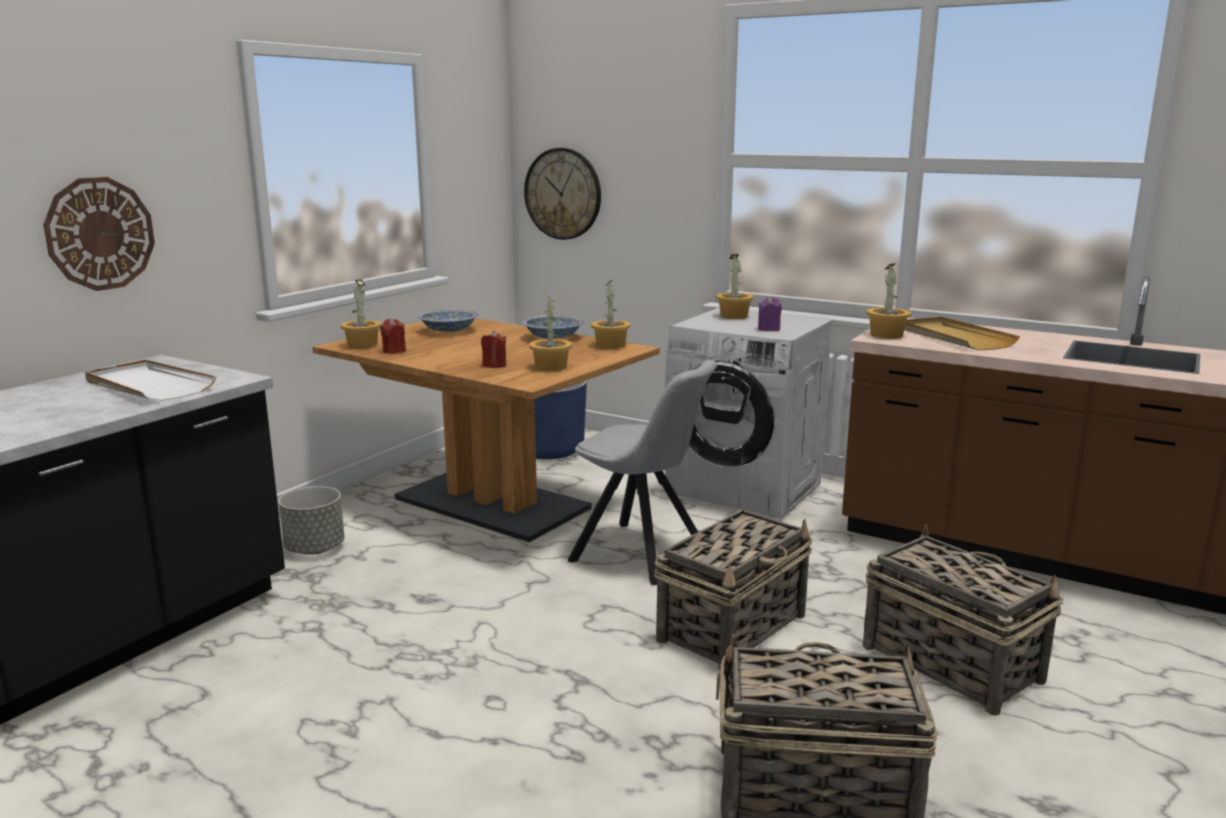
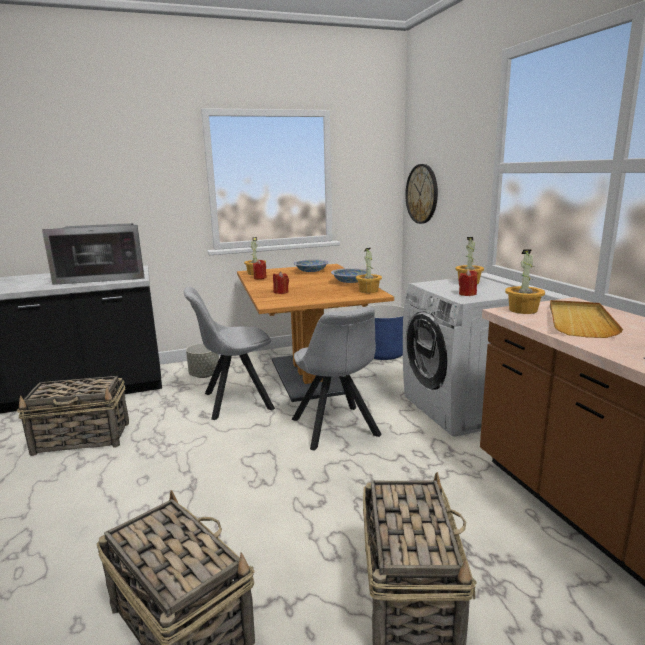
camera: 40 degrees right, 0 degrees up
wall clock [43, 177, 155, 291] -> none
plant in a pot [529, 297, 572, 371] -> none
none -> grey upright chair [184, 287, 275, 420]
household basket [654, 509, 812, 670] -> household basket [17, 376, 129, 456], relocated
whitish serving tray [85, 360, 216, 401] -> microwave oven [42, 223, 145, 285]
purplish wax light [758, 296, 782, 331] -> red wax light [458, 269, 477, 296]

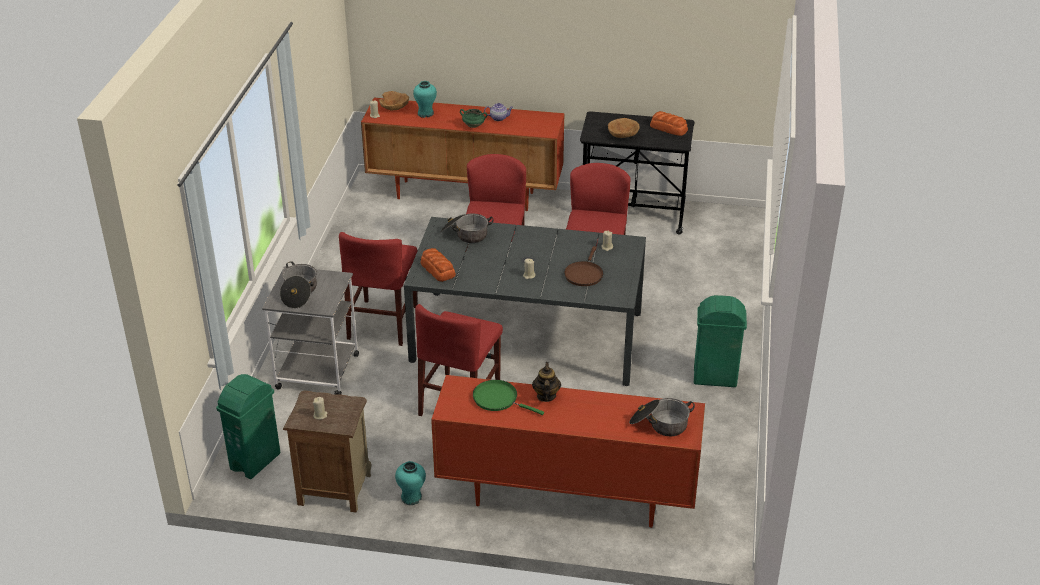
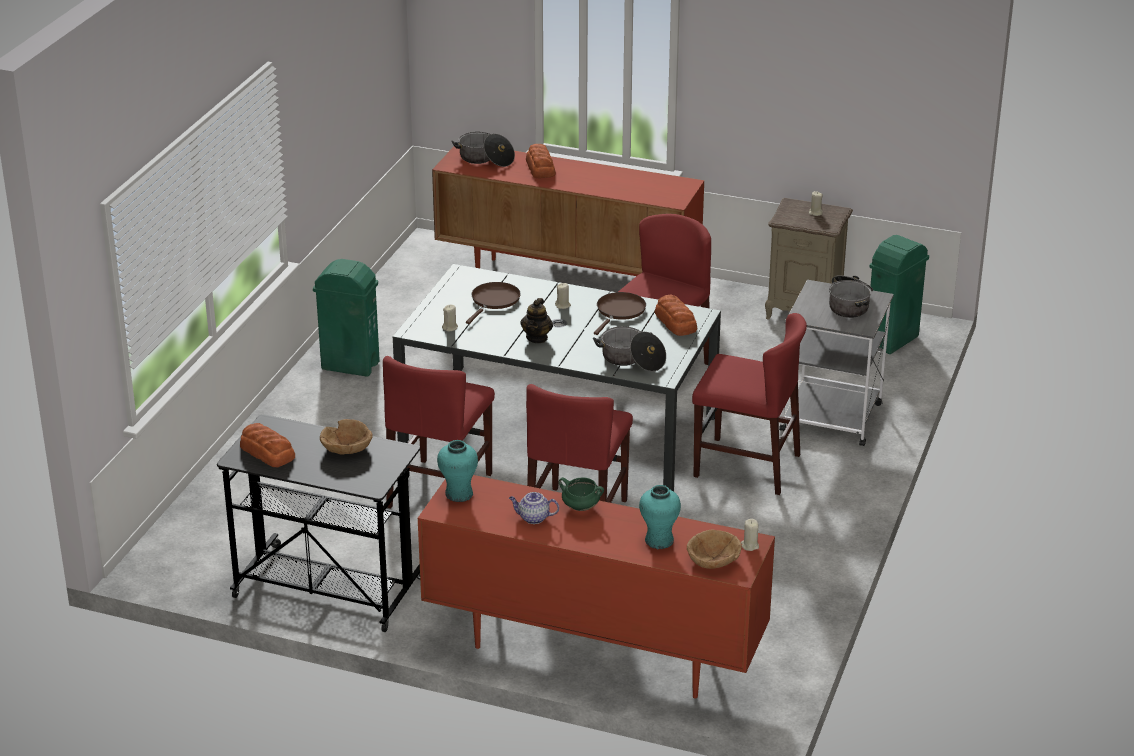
camera: 170 degrees left, 5 degrees down
green-coloured frying pan [473, 380, 544, 415] -> none
none -> bakery bread [526, 144, 556, 178]
none -> brownish frying pan [594, 292, 646, 335]
turquoise decorative vase [395, 461, 426, 505] -> turquoise decorative vase [437, 440, 478, 502], relocated
tea pot [532, 362, 561, 402] -> tea pot [520, 298, 553, 343], relocated
red upright chair [339, 232, 418, 346] -> red upright chair [692, 313, 807, 495], 90 degrees clockwise

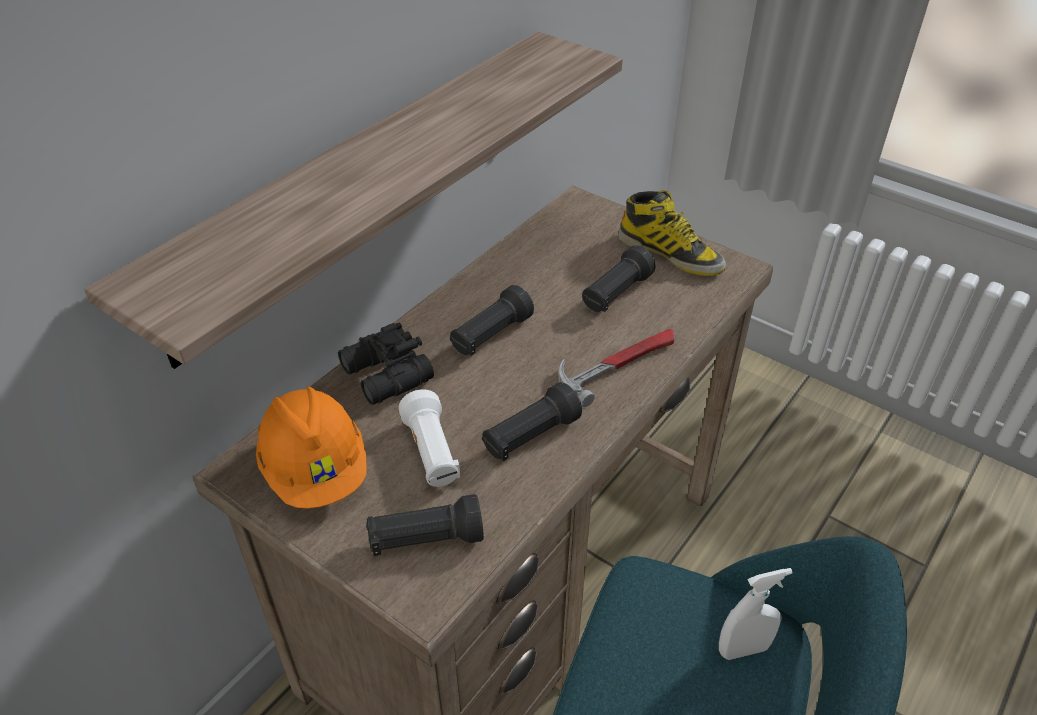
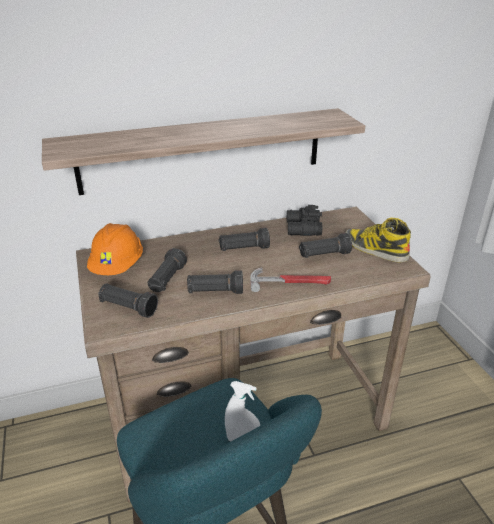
camera: 35 degrees right, 10 degrees down
black pair of binoculars [338, 322, 434, 405] -> black pair of binoculars [287, 205, 322, 236], relocated
whitish hand torch [398, 389, 460, 487] -> black hand torch [148, 248, 187, 292]
high-top boot [618, 190, 726, 276] -> high-top boot [345, 218, 411, 262], 150 degrees clockwise

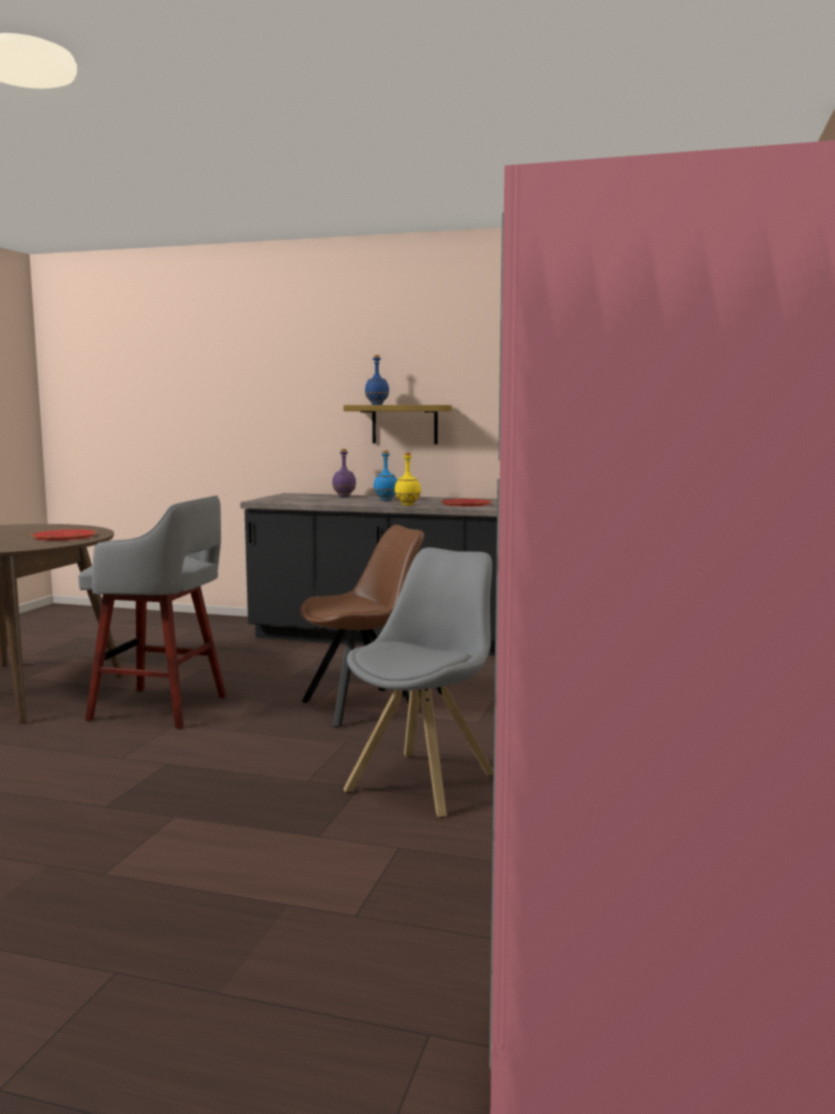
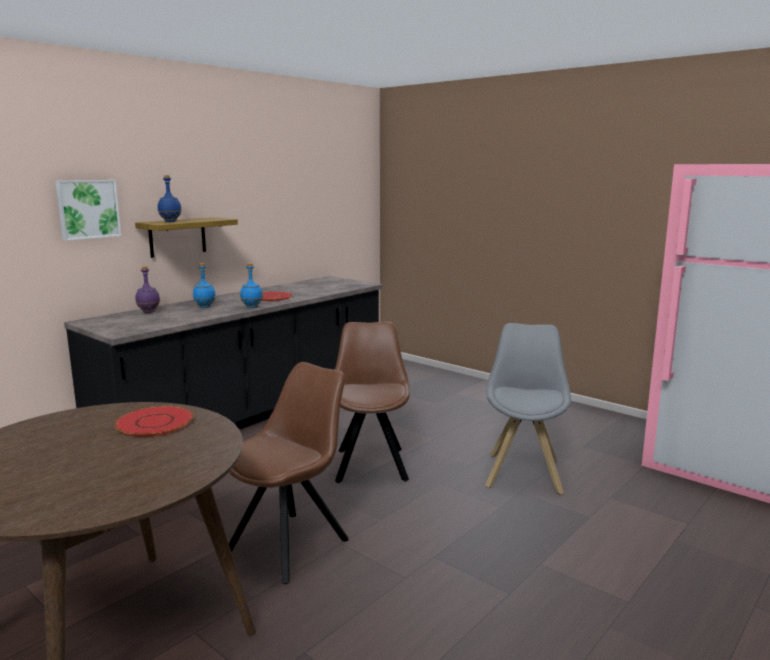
camera: 65 degrees left, 5 degrees up
none -> wall art [55, 180, 121, 241]
grey stool seat [78, 495, 226, 729] -> brownish upright chair [228, 362, 349, 584]
yellow-coloured drink bottle [395, 453, 421, 506] -> blue drink bottle [240, 263, 263, 308]
grey upright chair [343, 547, 493, 818] -> grey upright chair [485, 323, 571, 495], 45 degrees clockwise

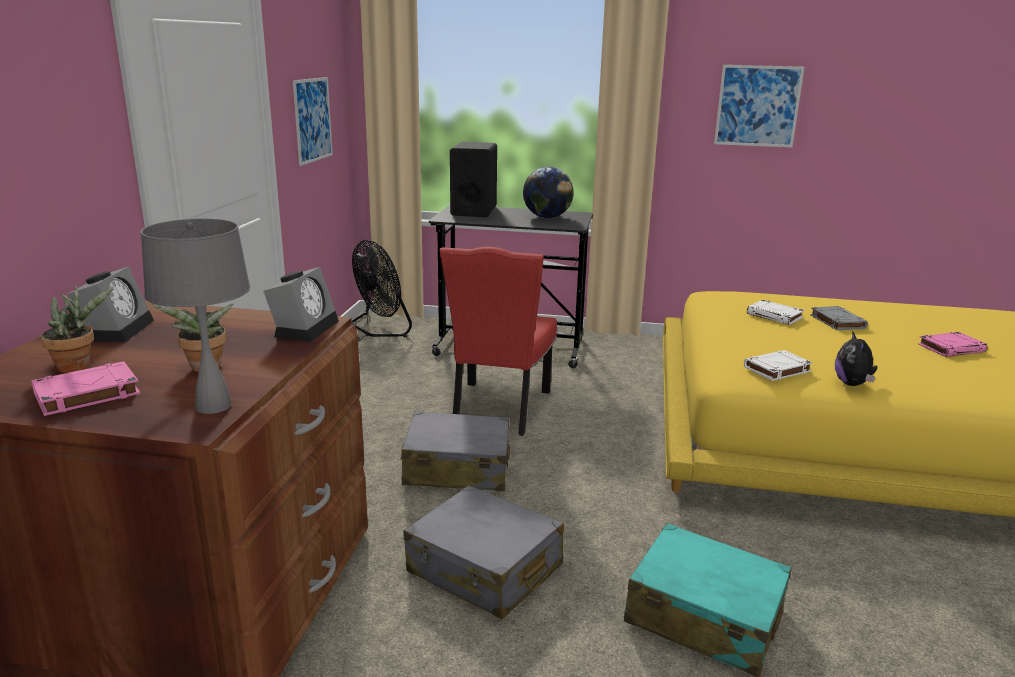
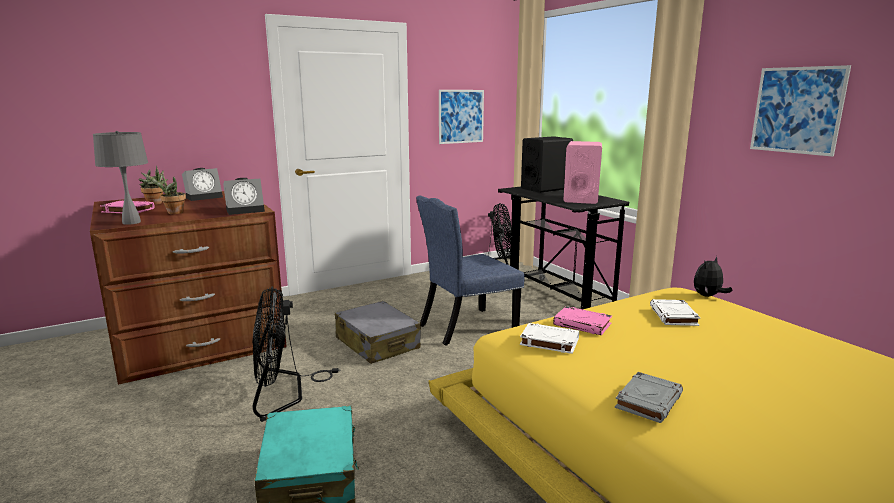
camera: 50 degrees right, 5 degrees down
grey volume [810, 306, 868, 331] -> grey volume [615, 372, 683, 423], relocated
plush toy [835, 330, 877, 386] -> plush toy [694, 256, 733, 297], relocated
pink-coloured volume [918, 332, 987, 357] -> pink-coloured volume [553, 306, 612, 335], relocated
grey travel case [403, 485, 564, 619] -> black cooling fan [253, 286, 340, 422]
world globe [523, 167, 574, 218] -> pink-coloured audio speaker [564, 141, 602, 204]
red upright chair [439, 247, 557, 436] -> blue upright chair [416, 196, 525, 346]

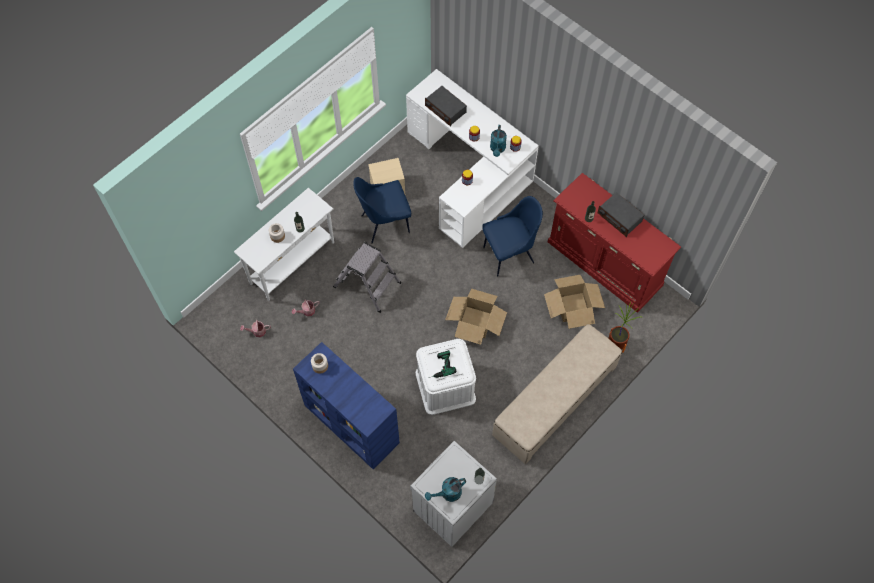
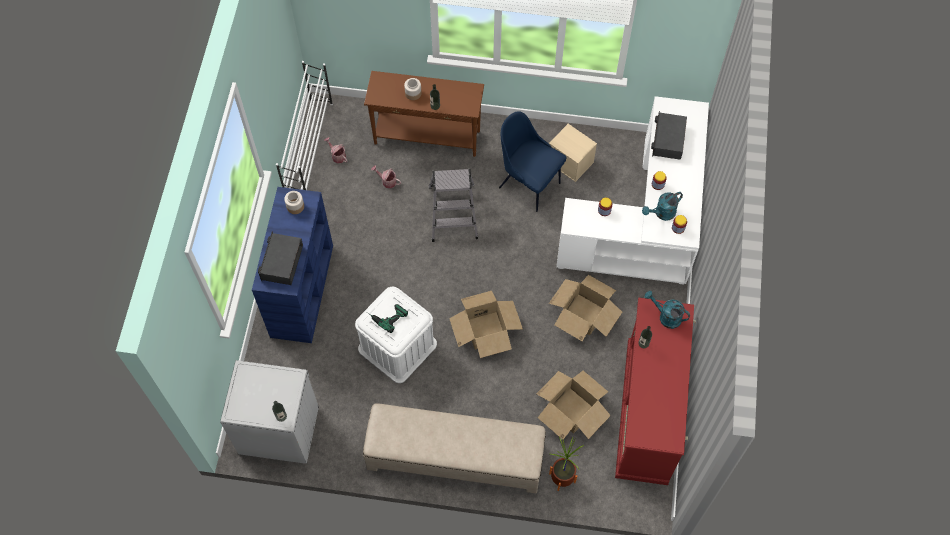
camera: 55 degrees right, 0 degrees up
none -> whitish shoe shelf [276, 61, 333, 190]
turquoise watering pot [425, 477, 466, 502] -> turquoise watering pot [645, 291, 690, 329], relocated
radio receiver [597, 192, 644, 237] -> radio receiver [258, 232, 303, 285], relocated
blue upright chair [482, 196, 543, 277] -> cardboard box [549, 275, 622, 341]
whitish hall table [234, 188, 334, 301] -> brownish hall table [364, 71, 484, 157]

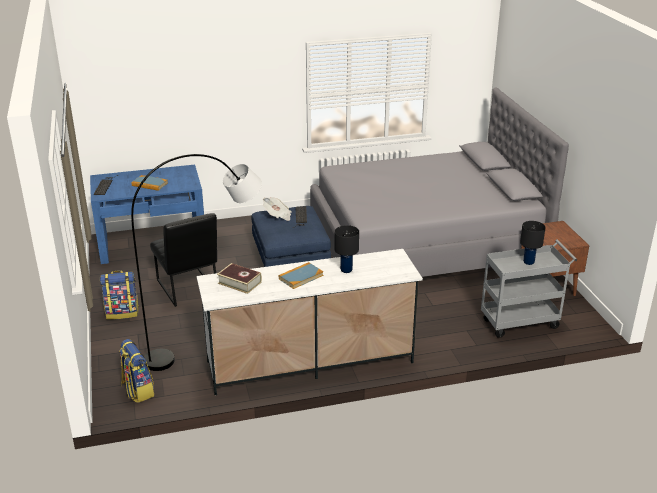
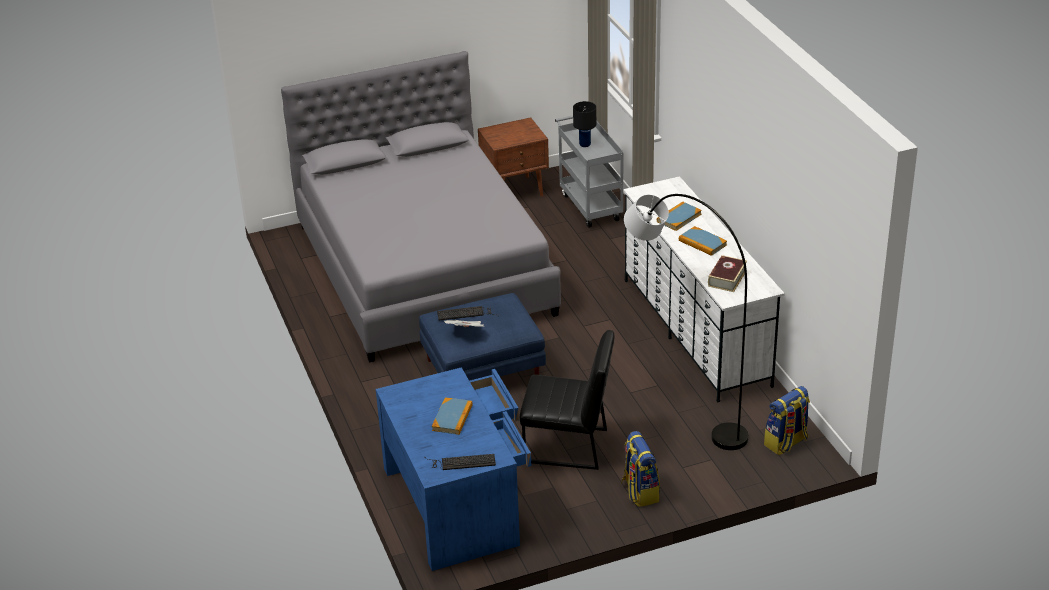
camera: 95 degrees left, 5 degrees up
black lamp for a table [335, 225, 359, 273] -> volume [657, 201, 702, 231]
black upright chair [150, 213, 217, 307] -> black upright chair [520, 330, 614, 470], 45 degrees clockwise

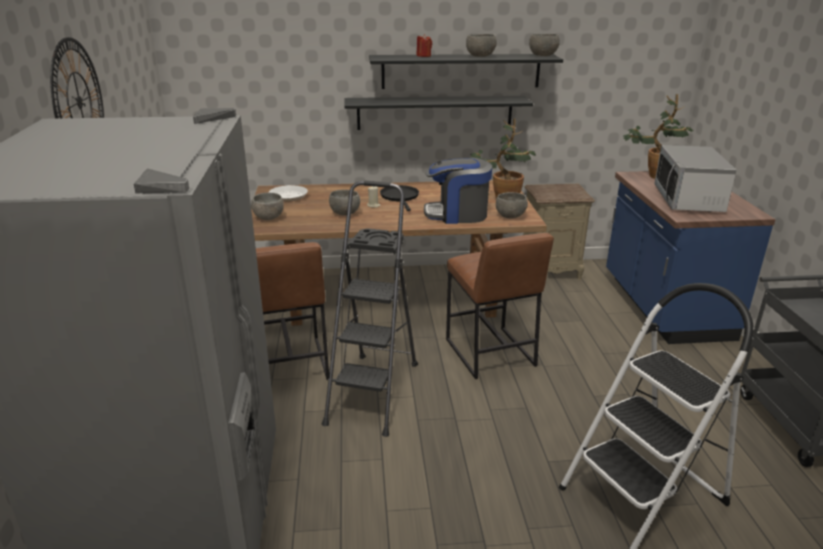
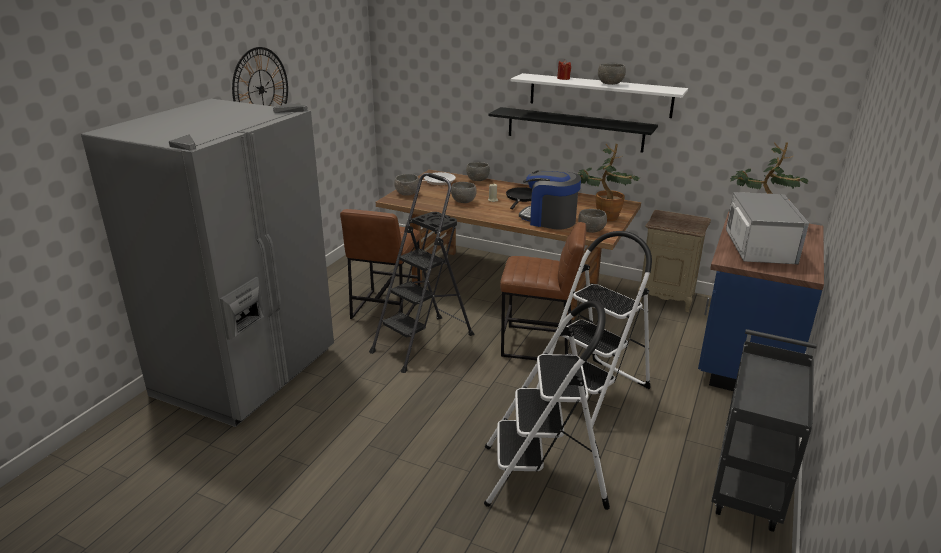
camera: 30 degrees right, 0 degrees up
none -> stepladder [536, 231, 652, 427]
grey serving bowl [529, 34, 560, 56] -> grey serving bowl [466, 162, 490, 181], relocated
black wall shelf [369, 54, 563, 89] -> whitish wall shelf [511, 73, 688, 118]
brownish upright chair [446, 233, 554, 379] -> brownish upright chair [500, 222, 586, 360], 90 degrees counterclockwise
microwave oven [654, 145, 737, 212] -> microwave oven [726, 192, 809, 264], 150 degrees clockwise

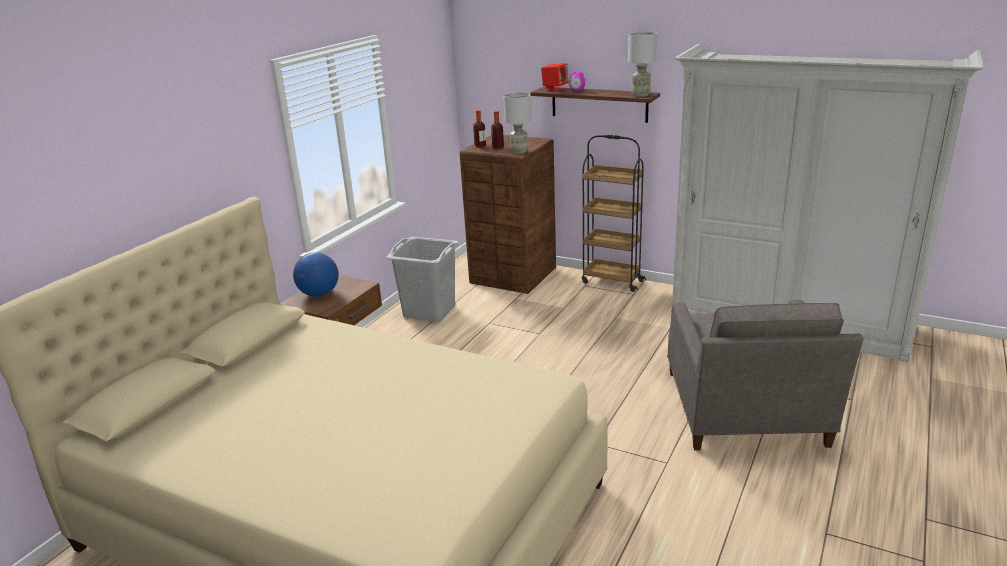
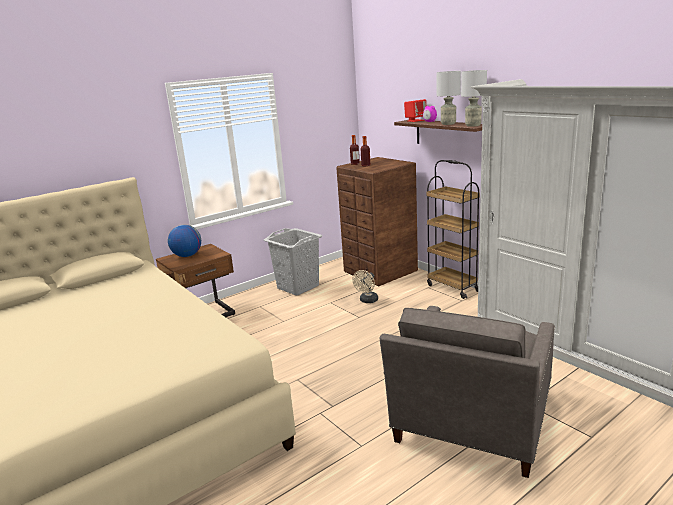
camera: 25 degrees right, 5 degrees down
none -> beige cooling fan [353, 270, 378, 303]
grey lamp for a table [503, 92, 531, 154] -> grey lamp for a table [436, 71, 461, 125], relocated

